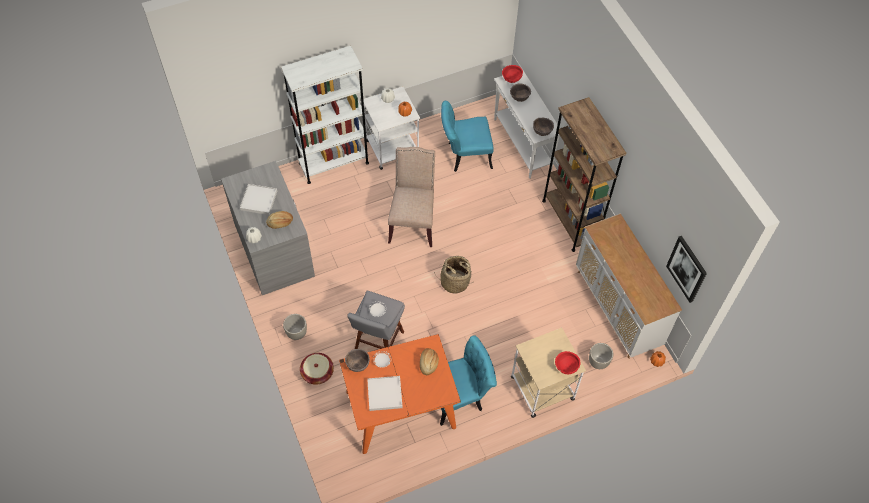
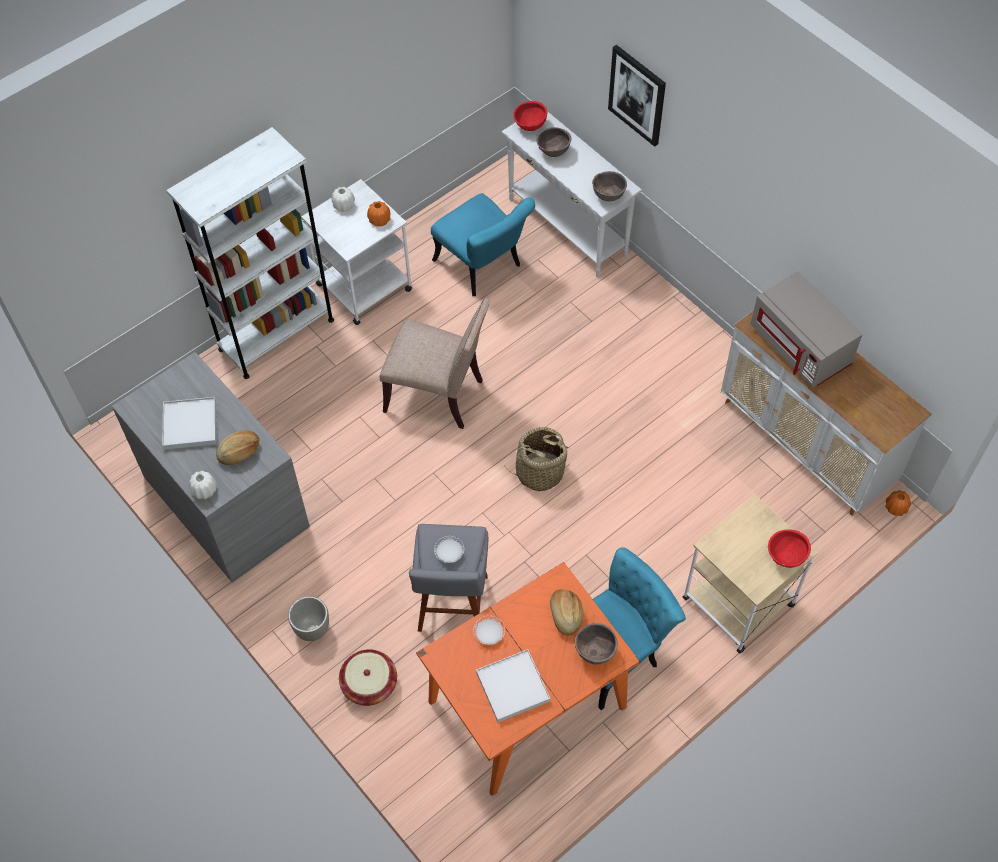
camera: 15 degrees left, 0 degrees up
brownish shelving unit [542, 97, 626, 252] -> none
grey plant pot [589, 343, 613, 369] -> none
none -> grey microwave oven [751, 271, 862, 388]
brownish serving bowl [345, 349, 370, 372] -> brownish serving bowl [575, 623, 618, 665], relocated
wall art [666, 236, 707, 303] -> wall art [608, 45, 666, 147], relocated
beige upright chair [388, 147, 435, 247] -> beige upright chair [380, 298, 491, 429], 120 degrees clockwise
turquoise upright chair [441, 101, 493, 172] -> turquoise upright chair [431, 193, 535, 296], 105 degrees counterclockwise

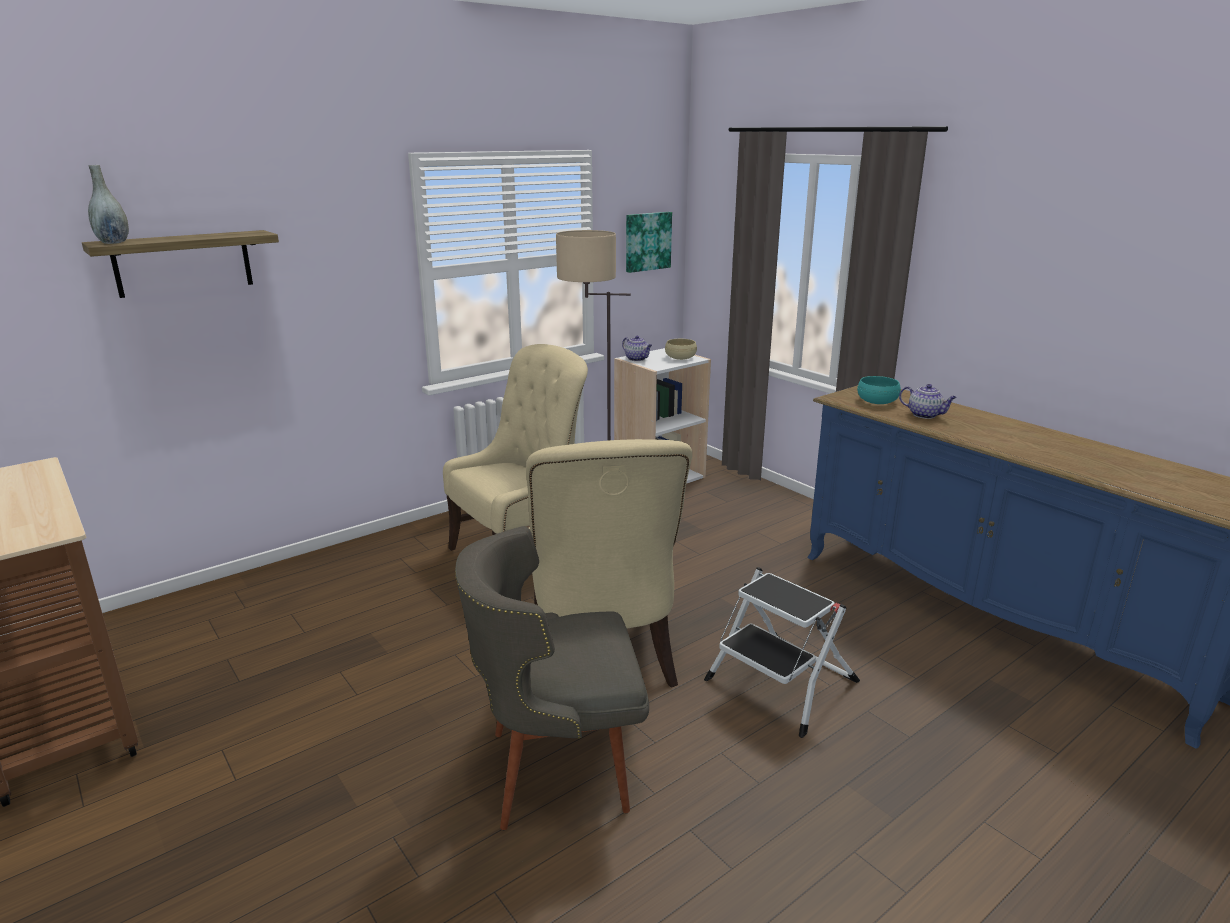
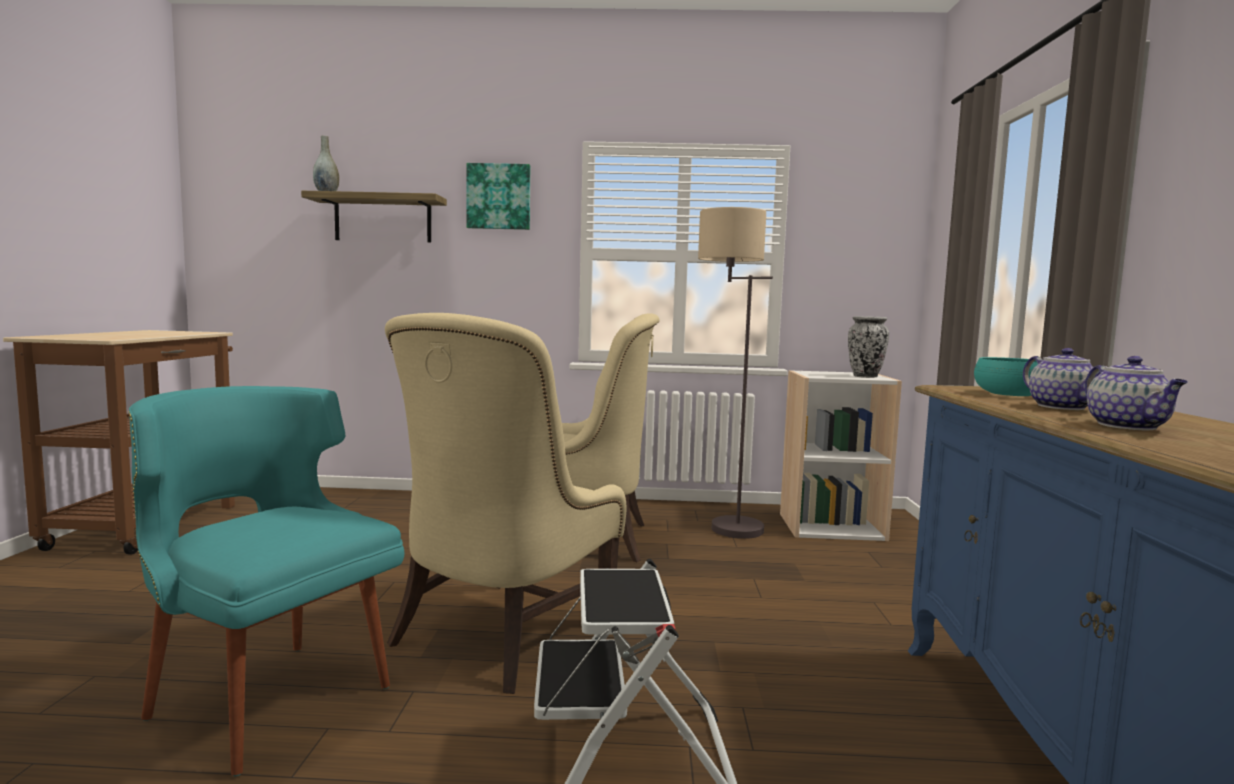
camera: 40 degrees right, 15 degrees down
tea pot [622, 335, 652, 361] -> tea pot [1085, 356, 1188, 430], relocated
wall art [626, 212, 672, 273] -> wall art [466, 163, 530, 230], relocated
beige serving bowl [665, 339, 697, 360] -> decorative vase [848, 316, 889, 378]
grey upright chair [455, 526, 649, 830] -> turquoise upright chair [128, 386, 404, 776]

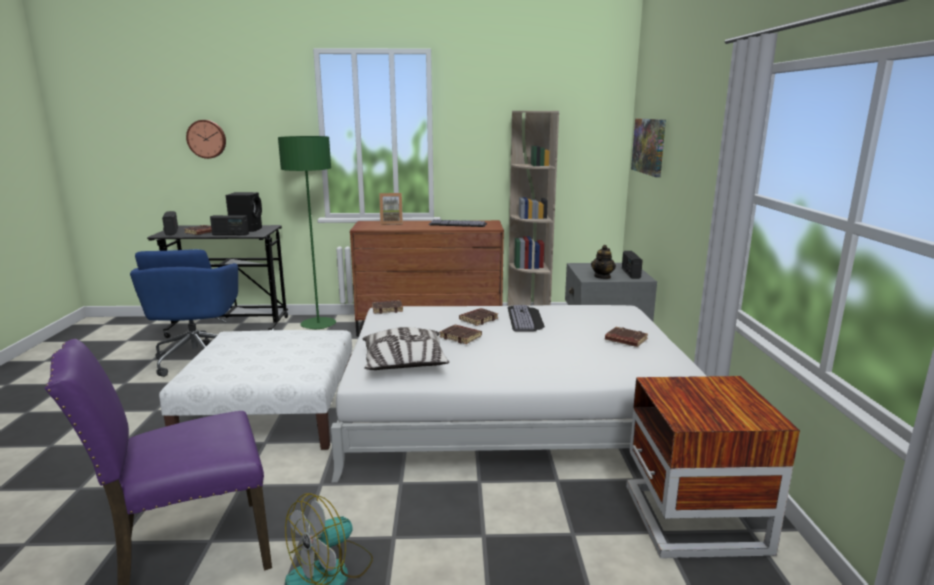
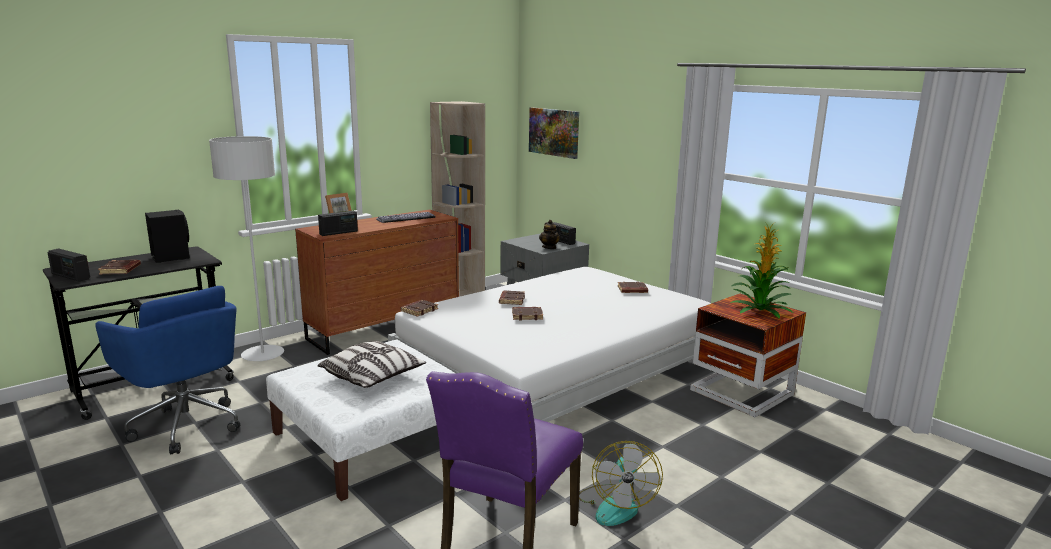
camera: 40 degrees left, 0 degrees up
wall clock [186, 120, 226, 159] -> none
keyboard [508, 305, 545, 332] -> none
none -> plant in a pot [730, 222, 794, 319]
radio receiver [210, 215, 249, 235] -> radio receiver [318, 211, 358, 236], relocated
throw pillow [363, 327, 449, 370] -> throw pillow [317, 341, 426, 388], relocated
green-coloured standard lamp [278, 136, 336, 329] -> grey standard lamp [209, 136, 284, 361]

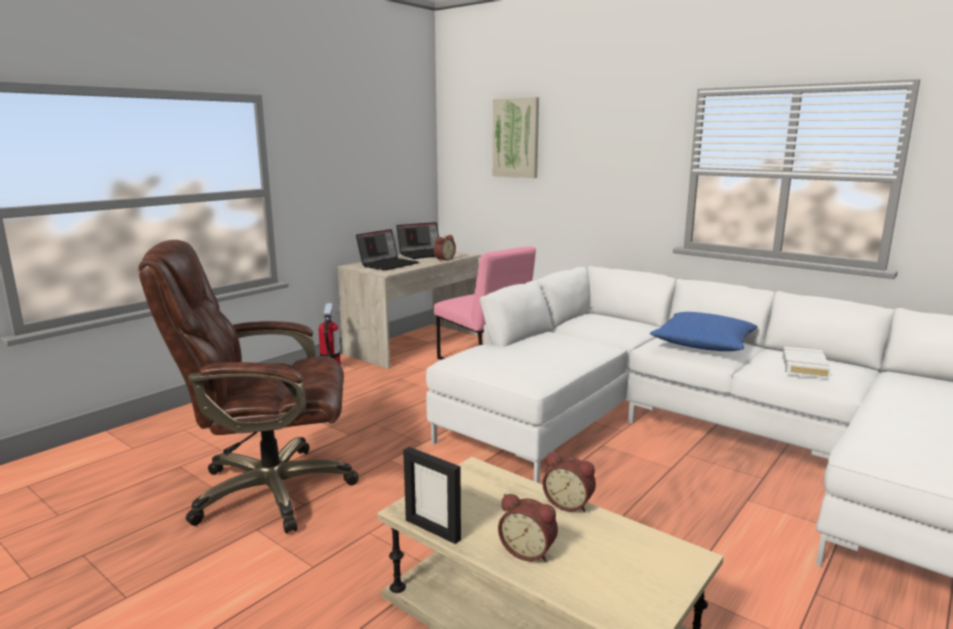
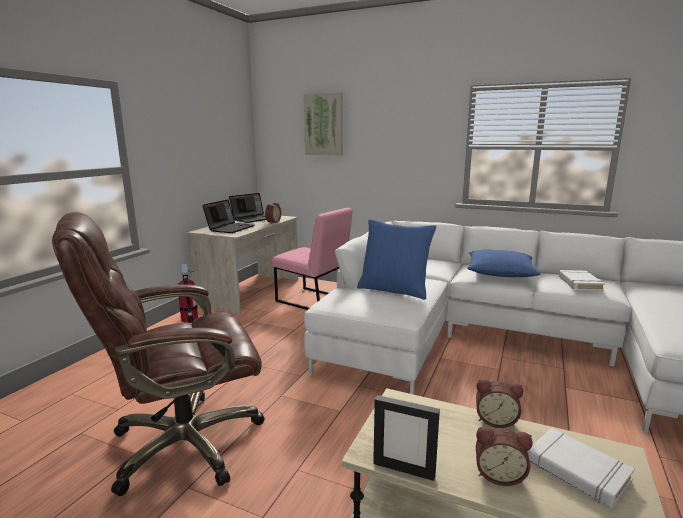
camera: 15 degrees left, 0 degrees up
none -> blue throw pillow [357, 219, 436, 300]
none -> whitish volume [528, 428, 635, 508]

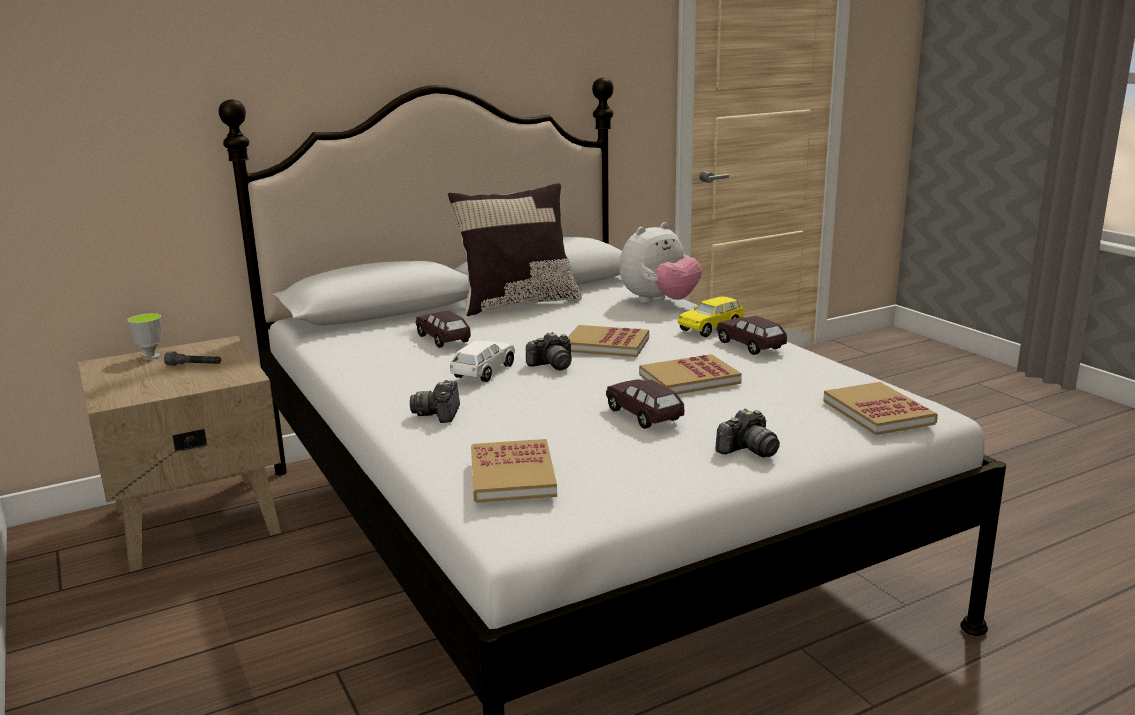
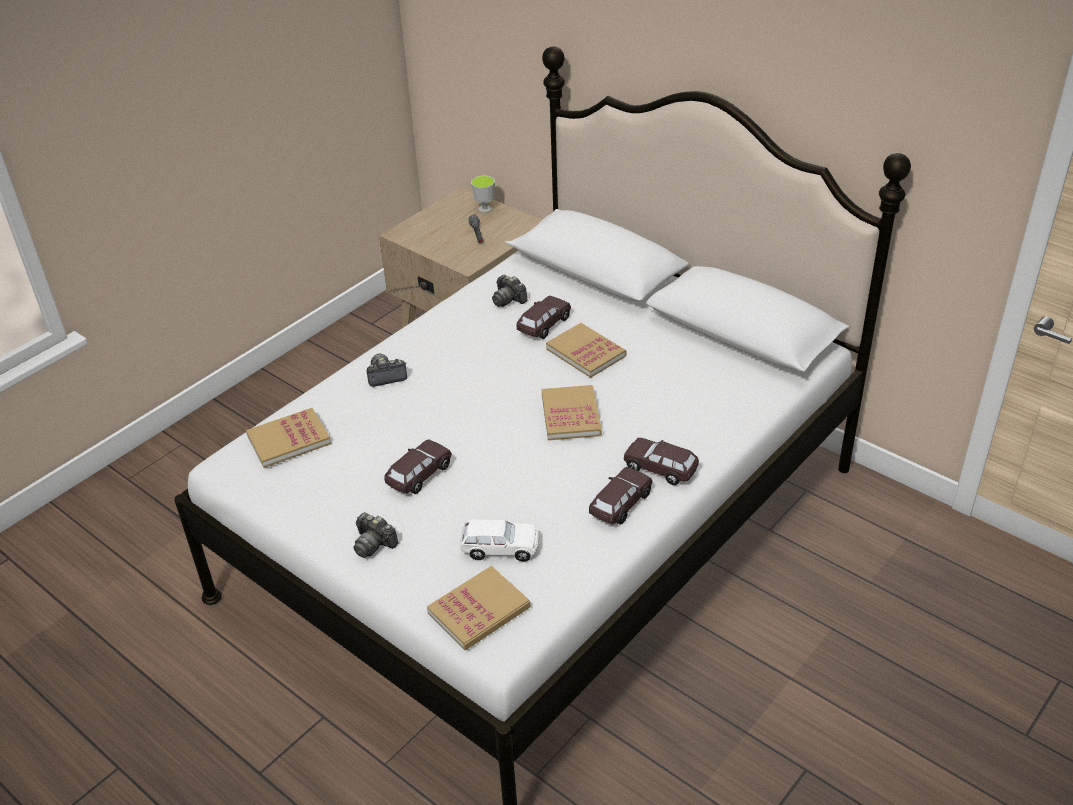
camera: 70 degrees right, 20 degrees up
throw pillow [448, 183, 582, 316] -> none
plush toy [619, 222, 702, 303] -> none
whitish model car [450, 341, 515, 382] -> whitish model car [460, 519, 539, 562], relocated
still camera [526, 332, 572, 370] -> still camera [492, 274, 528, 307], relocated
volume [639, 354, 742, 394] -> volume [546, 323, 626, 378], relocated
yellow-coloured model car [678, 296, 744, 337] -> brownish model car [624, 438, 699, 485]

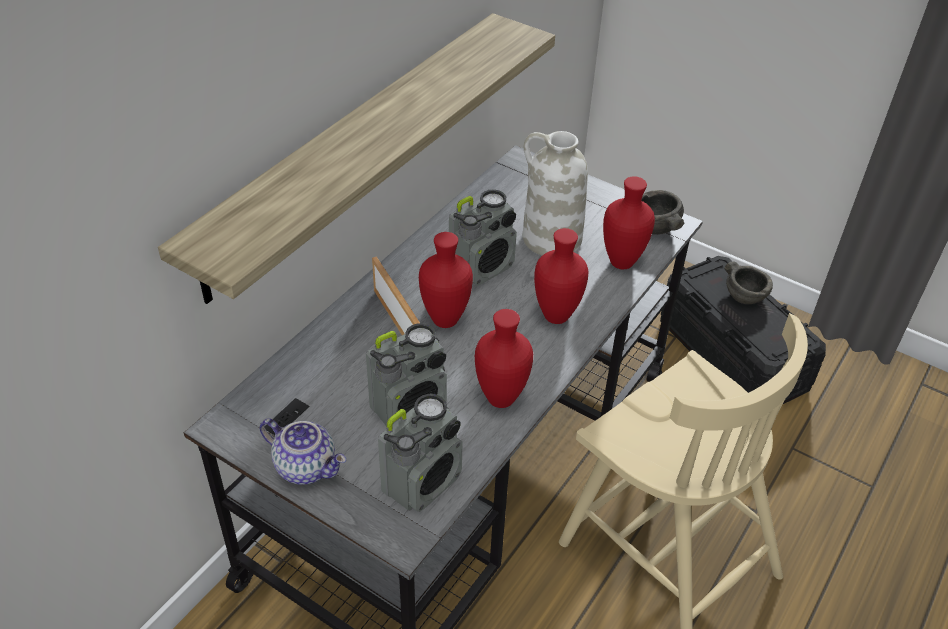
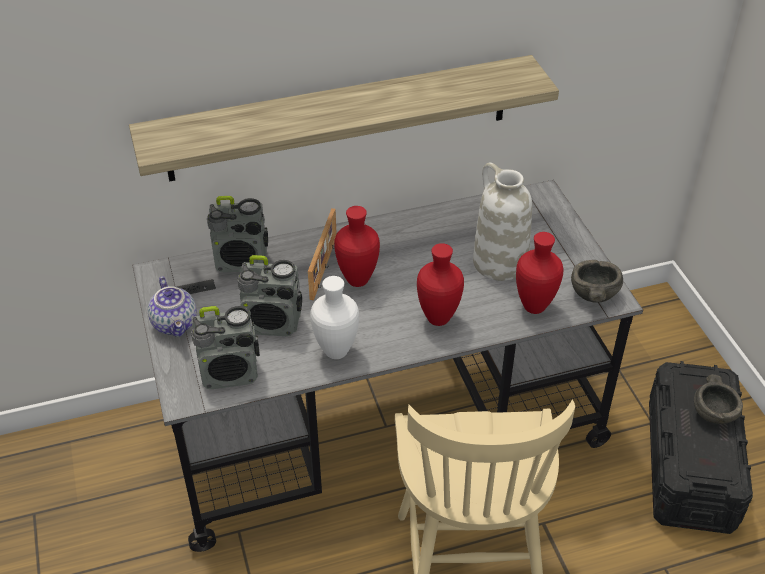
camera: 40 degrees right, 0 degrees up
radio receiver [449, 190, 517, 286] -> radio receiver [207, 196, 268, 272], relocated
red decorative vase [475, 309, 533, 408] -> whitish decorative vase [310, 276, 359, 359]

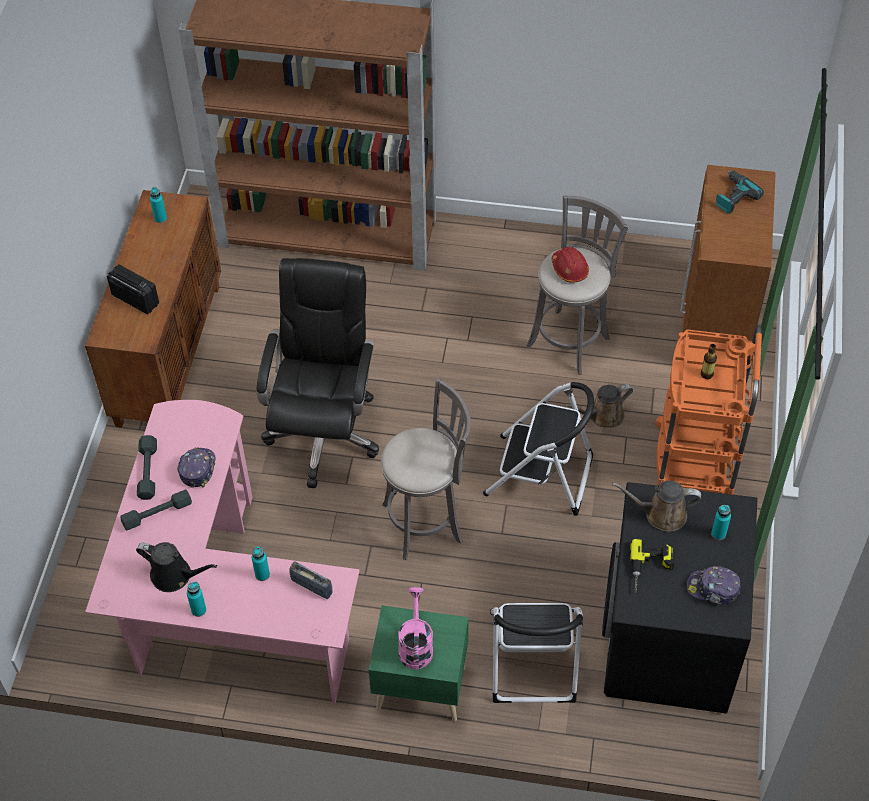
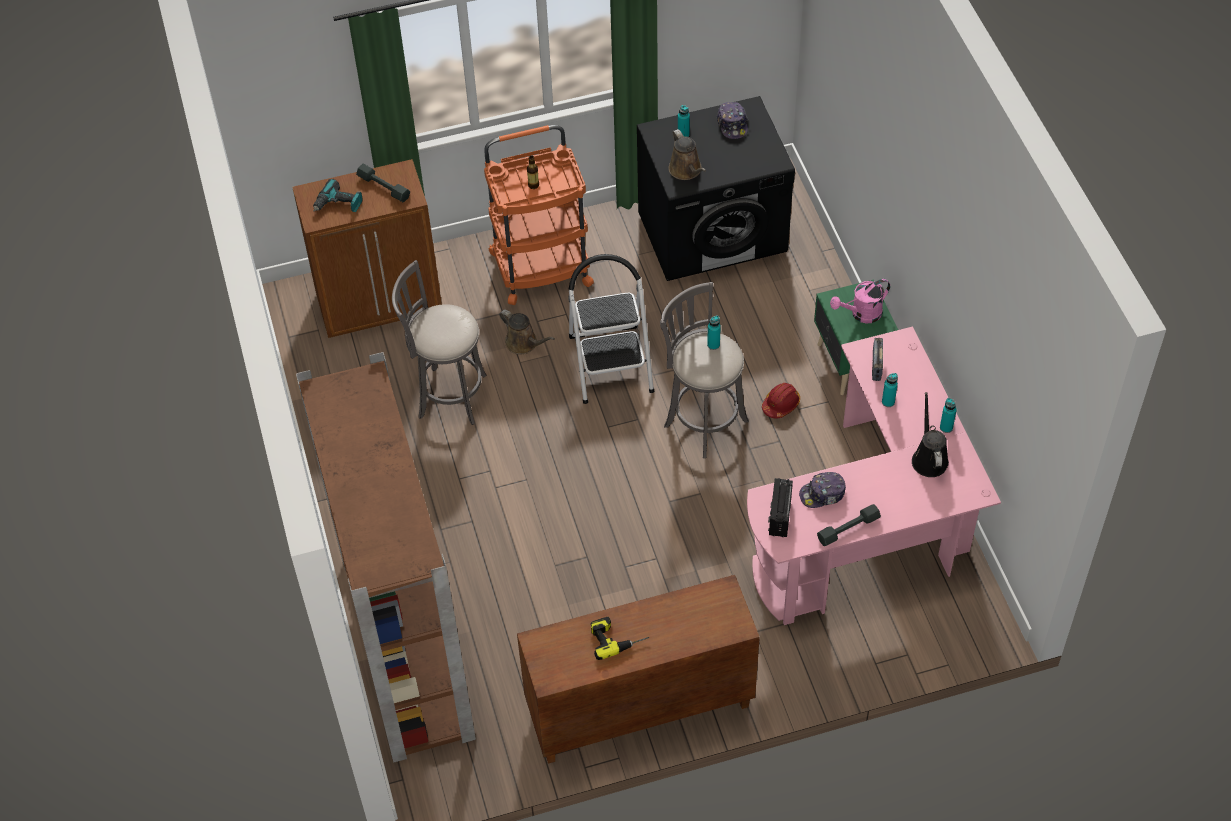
camera: 115 degrees left, 0 degrees up
black office chair [257, 258, 379, 488] -> none
stepladder [490, 603, 583, 703] -> none
radio receiver [107, 264, 159, 315] -> radio receiver [768, 478, 793, 537], relocated
grey hand weight [120, 490, 192, 530] -> grey hand weight [356, 164, 410, 202], relocated
turquoise drink bottle [150, 187, 167, 223] -> turquoise drink bottle [707, 315, 721, 350], relocated
red work helmet [552, 247, 589, 283] -> red work helmet [762, 383, 800, 419], relocated
drill [630, 538, 675, 592] -> drill [591, 617, 649, 660], relocated

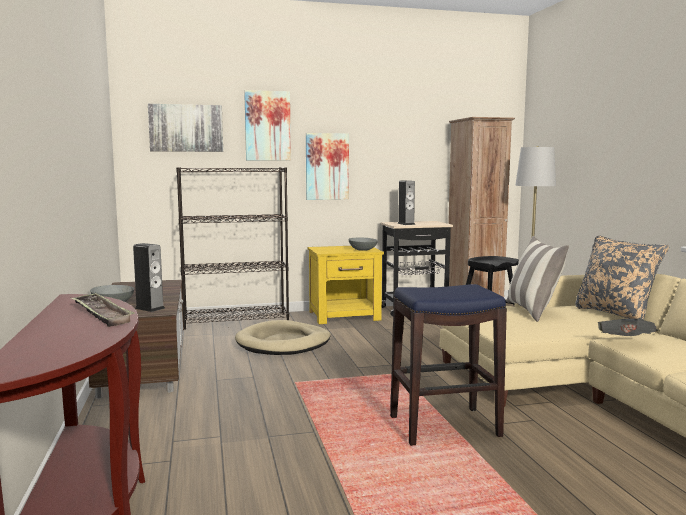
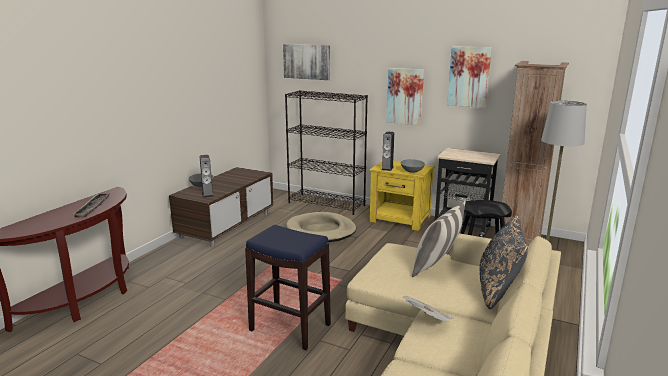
camera: 40 degrees right, 10 degrees up
wall art [244, 90, 291, 161] -> wall art [447, 46, 492, 108], relocated
audio speaker [397, 180, 415, 225] -> audio speaker [382, 131, 394, 171], relocated

